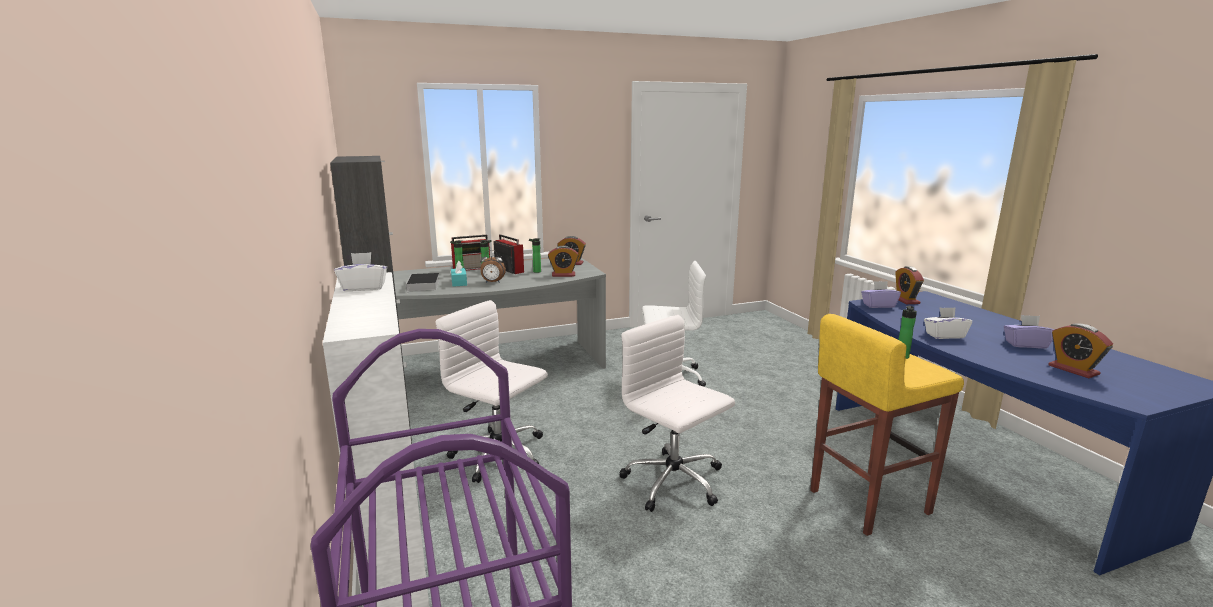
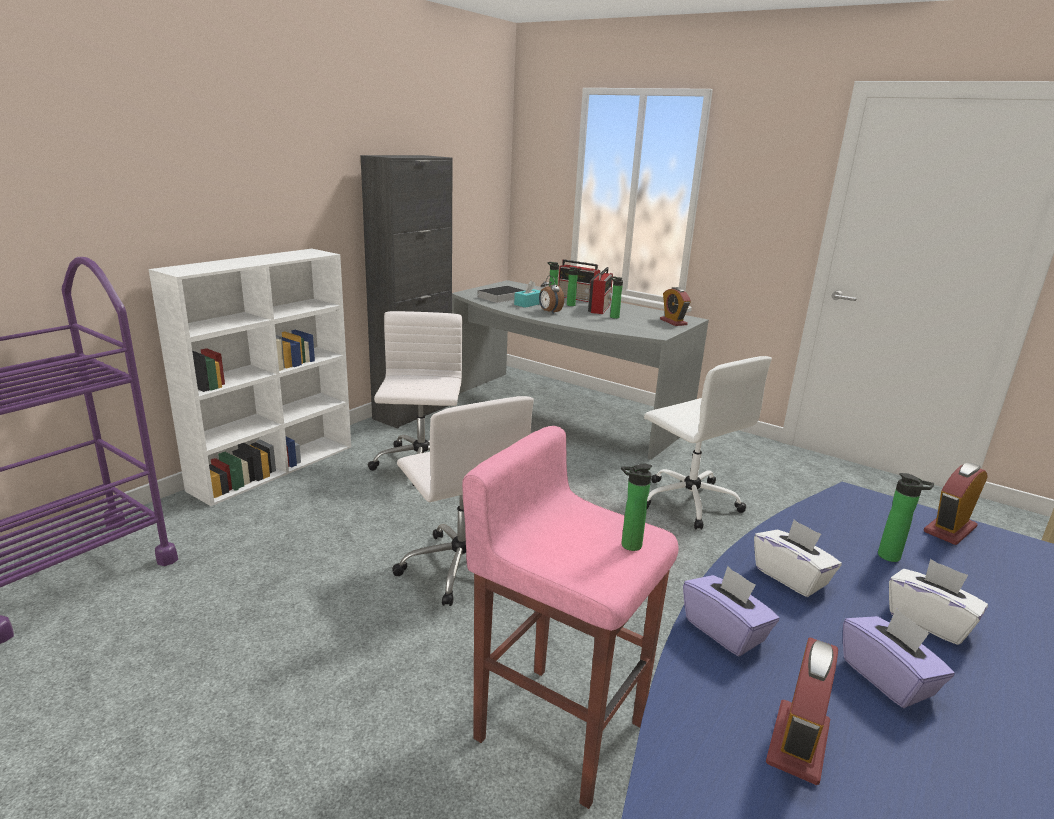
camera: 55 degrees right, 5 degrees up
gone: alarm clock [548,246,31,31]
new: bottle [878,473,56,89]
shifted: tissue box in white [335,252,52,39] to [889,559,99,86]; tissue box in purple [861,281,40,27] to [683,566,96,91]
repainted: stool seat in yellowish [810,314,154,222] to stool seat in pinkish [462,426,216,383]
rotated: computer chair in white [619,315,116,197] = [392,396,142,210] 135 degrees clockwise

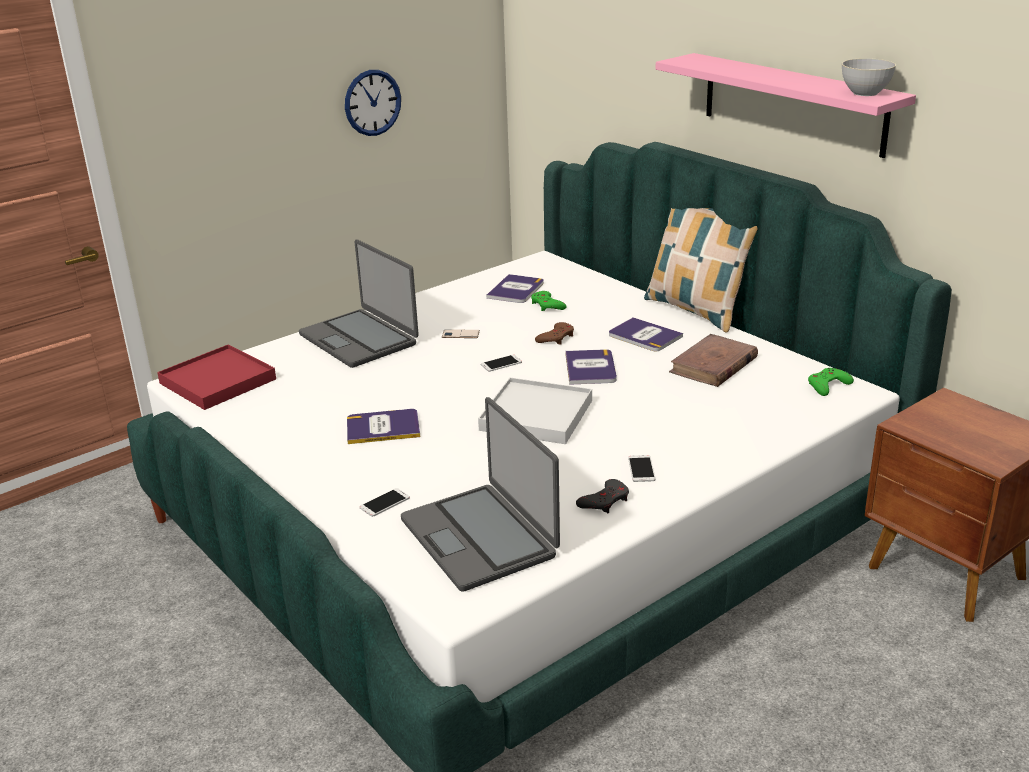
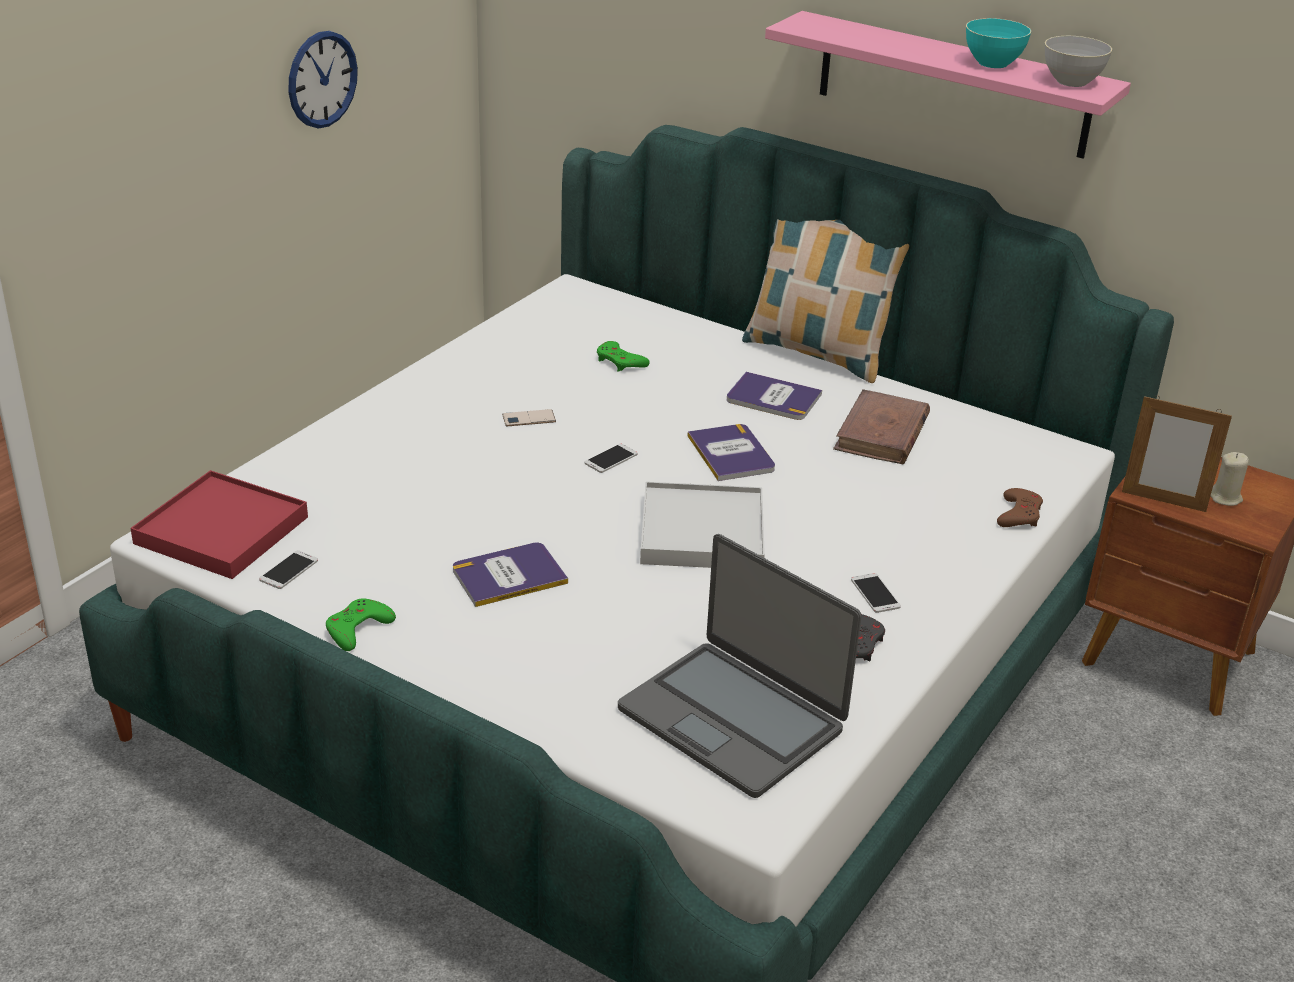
camera: 20 degrees left, 5 degrees up
gone: notebook computer [299,239,120,129]; book [486,274,58,29]
new: bowl in turquoise-coloured [966,18,65,50]; standing frame [1122,395,110,117]; candle in sand-coloured [1210,452,39,54]
shifted: gamepad in brownish [535,322,39,23] to [997,488,46,39]; gamepad in green [808,368,46,28] to [326,598,70,53]; phone [359,488,51,29] to [259,550,59,39]

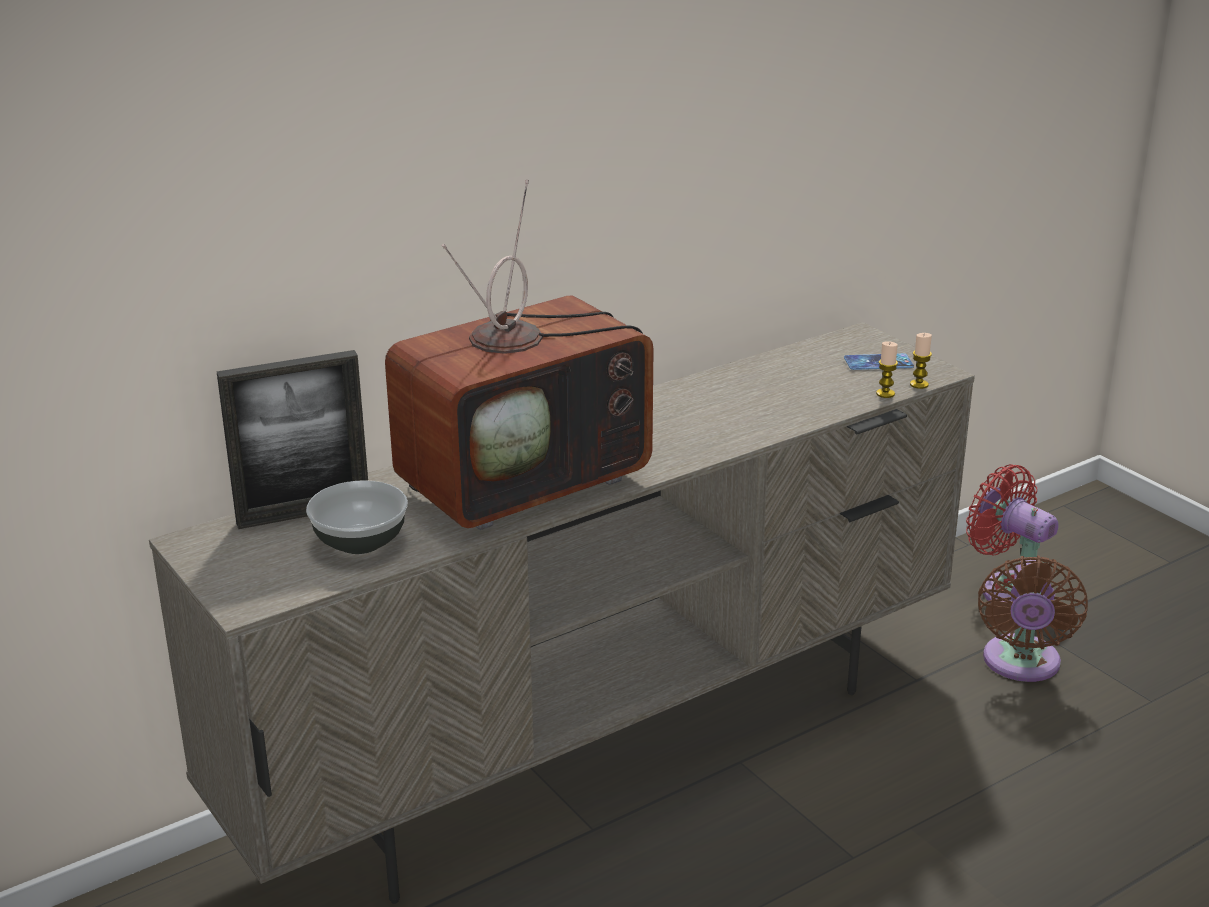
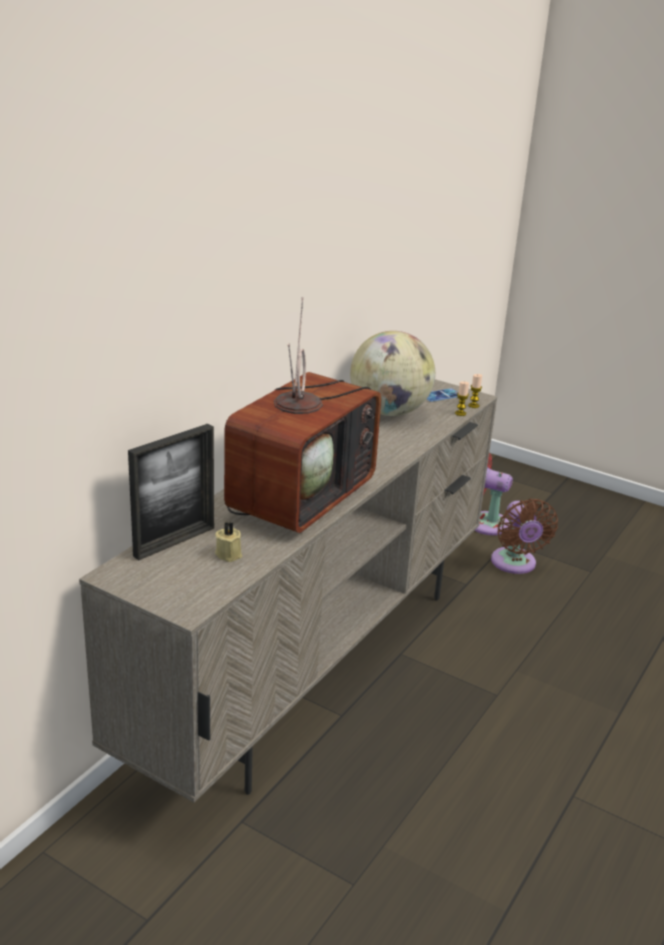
camera: 25 degrees left, 0 degrees up
new: world globe [350,331,85,85]
swapped: bowl [306,480,102,74] to candle in sand-coloured [215,522,27,40]

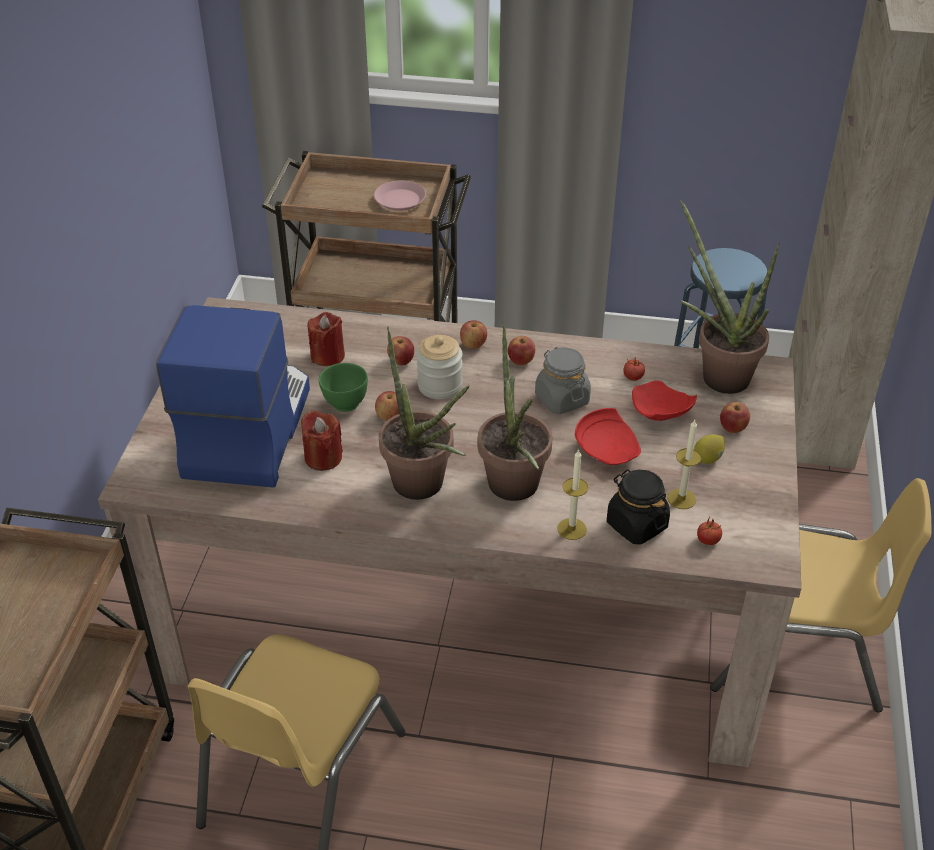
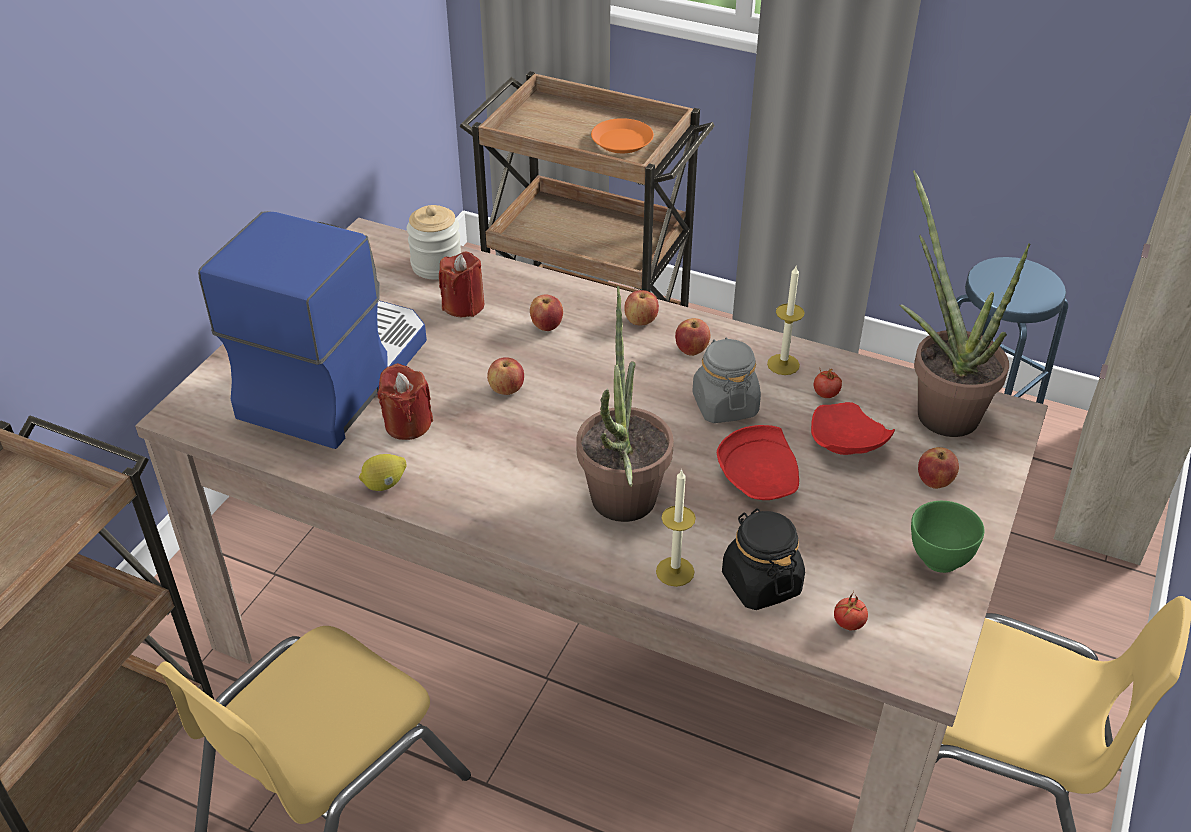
camera: 15 degrees right, 0 degrees up
gone: potted plant [379,326,91,174]
shifted: preserve jar [416,335,47,64] to [407,205,54,75]; bowl in green [319,363,49,49] to [911,501,73,72]; candle [667,420,34,89] to [767,266,38,109]; citrus fruit [694,434,31,30] to [359,454,48,37]
repainted: dinner plate in pinkish [374,181,52,30] to dinner plate in orangey [591,118,63,35]

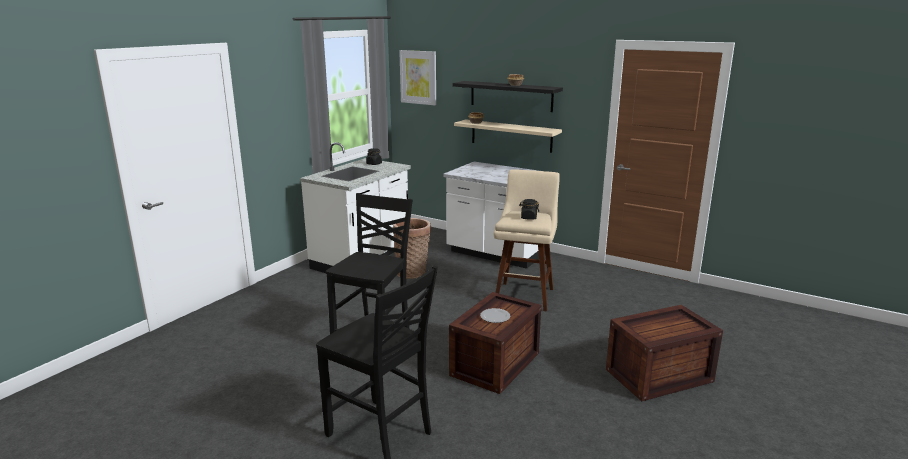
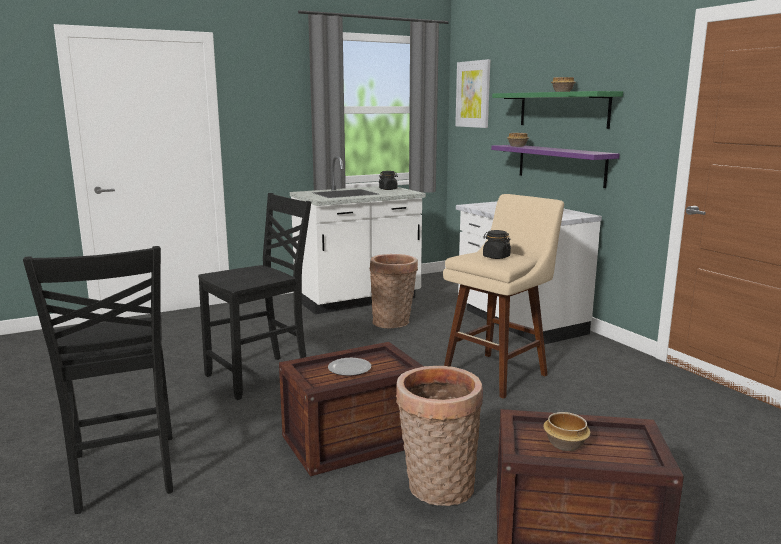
camera: 30 degrees right, 5 degrees down
new: storage basket [396,366,87,140]; bowl [543,412,48,39]
repainted: wall shelf in black [453,81,110,31] to wall shelf in green [492,91,131,38]; wall shelf in sand-coloured [454,119,108,34] to wall shelf in purple [491,145,129,43]

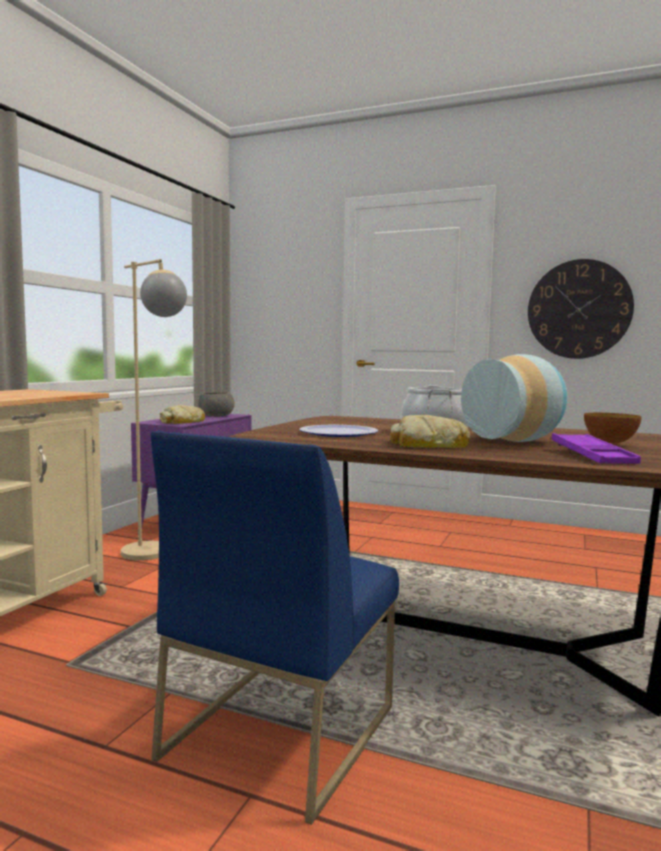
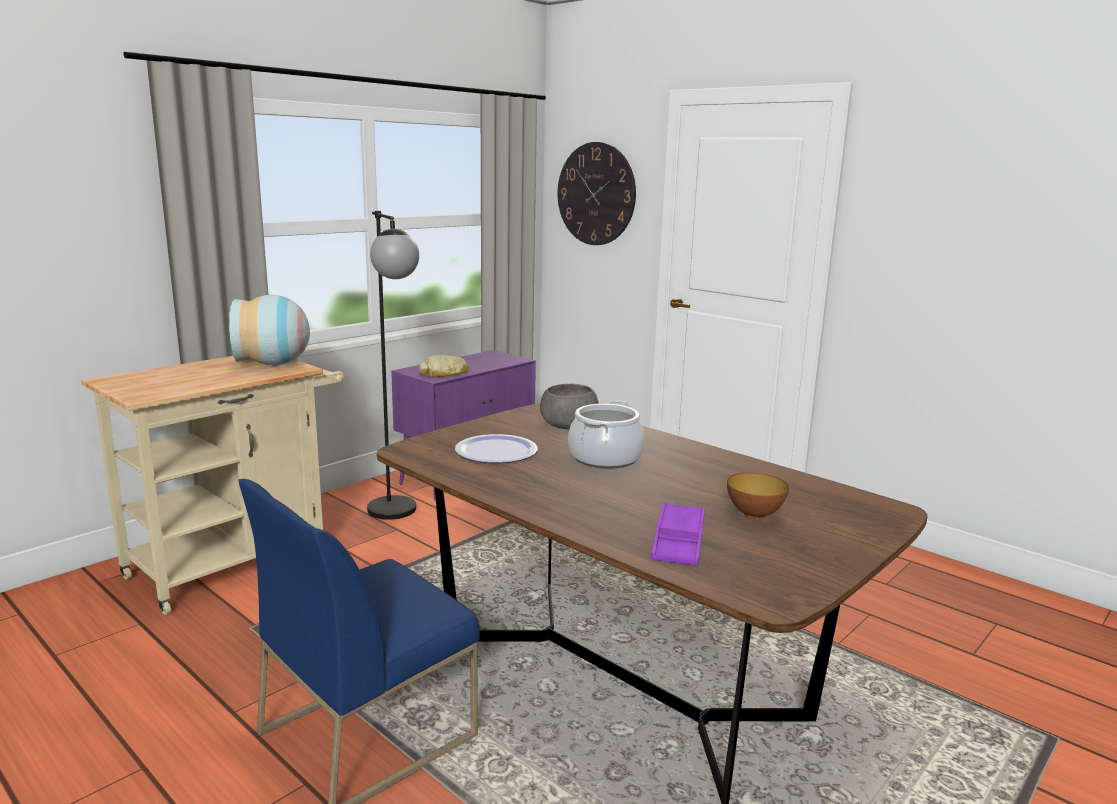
camera: 20 degrees right, 10 degrees up
gone: baked bread [390,414,80,34]
shifted: clock on the wall [528,259,106,100] to [558,142,78,103]; vase [461,354,106,88] to [229,295,81,70]; bowl in greyish [198,392,37,24] to [540,384,59,45]
repainted: floor lamp in sand-coloured [121,259,66,302] to floor lamp in black [367,211,52,309]

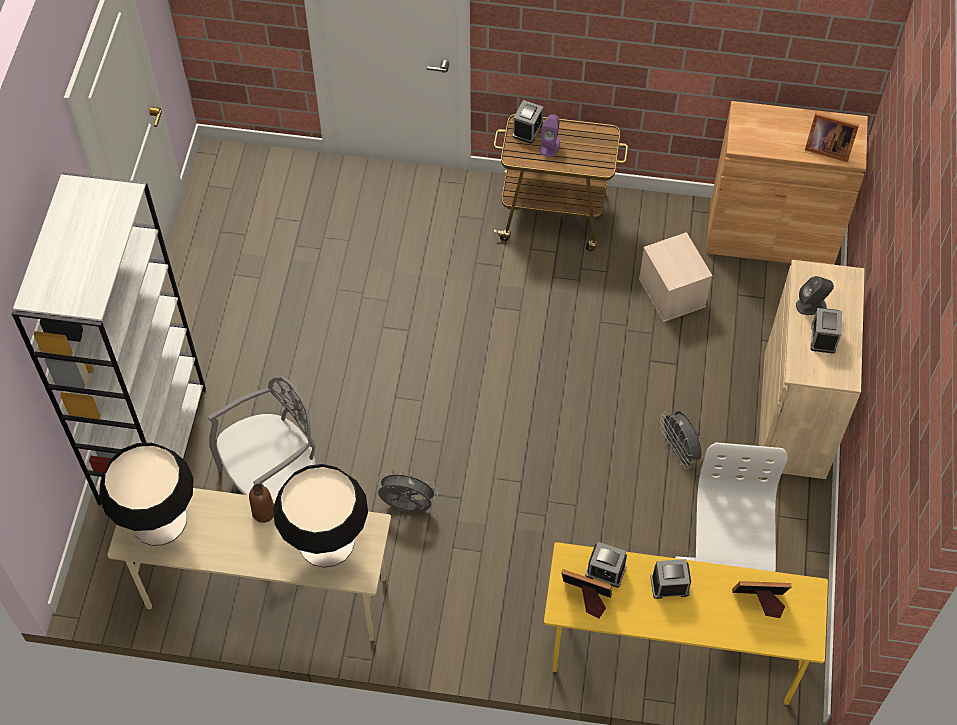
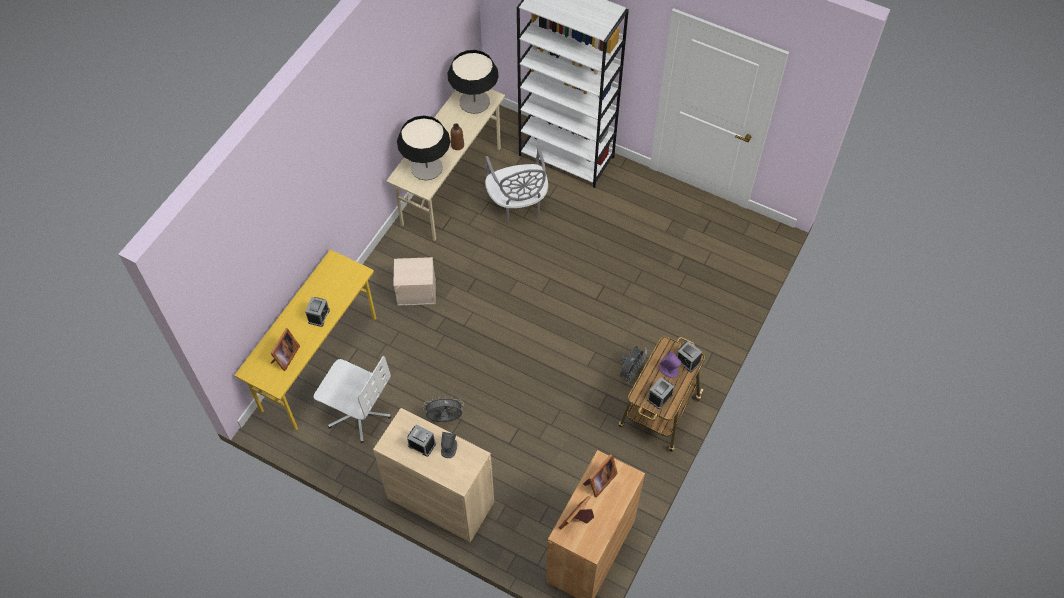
camera: 110 degrees right, 0 degrees up
shifted: storage bin in sand-coloured [639,232,73,90] to [393,257,42,49]; electric fan in greyish [377,470,61,42] to [620,346,27,38]; alarm clock [585,542,42,45] to [647,377,27,32]; standing frame [562,569,50,49] to [583,454,35,44]

